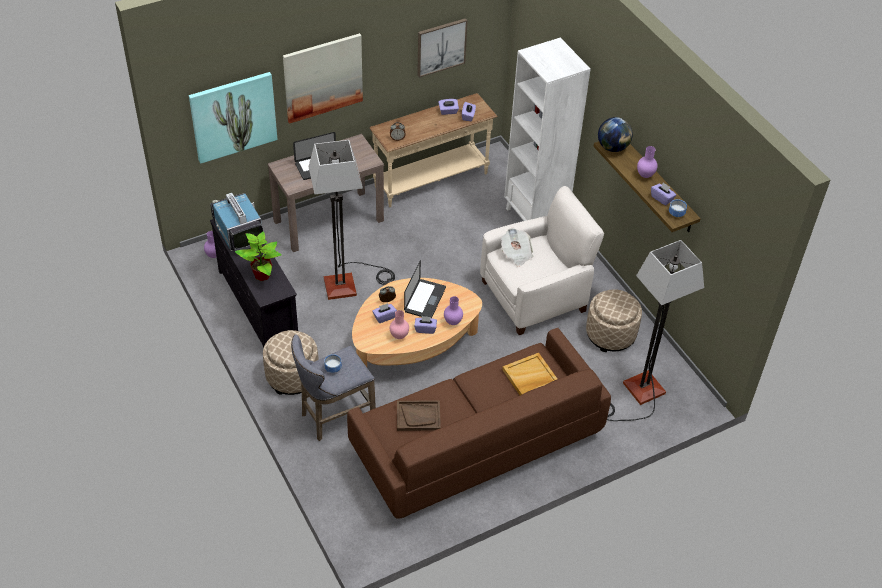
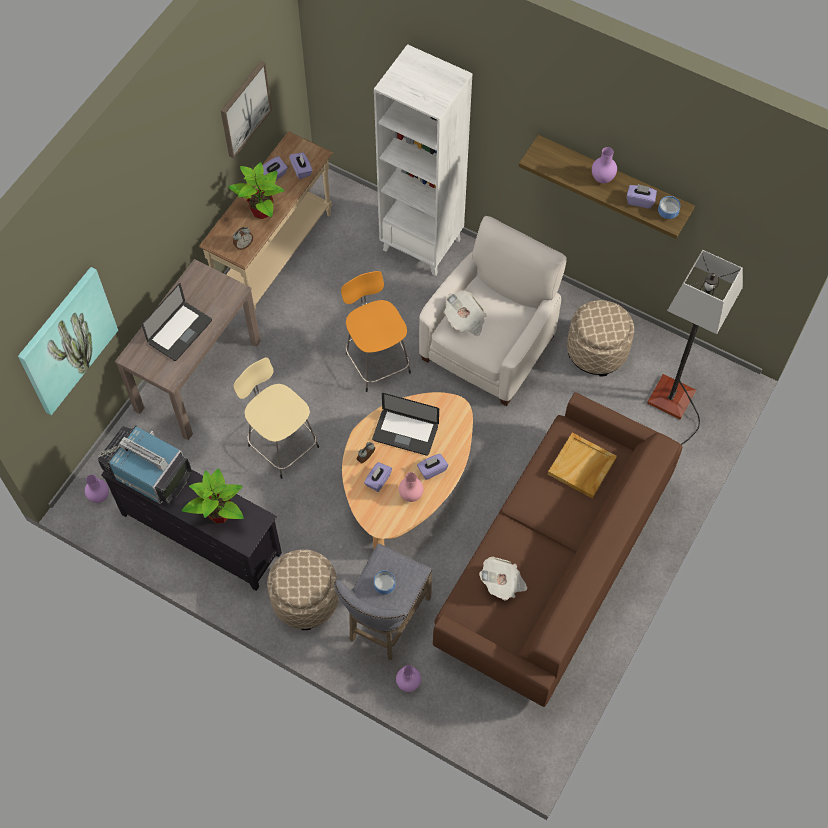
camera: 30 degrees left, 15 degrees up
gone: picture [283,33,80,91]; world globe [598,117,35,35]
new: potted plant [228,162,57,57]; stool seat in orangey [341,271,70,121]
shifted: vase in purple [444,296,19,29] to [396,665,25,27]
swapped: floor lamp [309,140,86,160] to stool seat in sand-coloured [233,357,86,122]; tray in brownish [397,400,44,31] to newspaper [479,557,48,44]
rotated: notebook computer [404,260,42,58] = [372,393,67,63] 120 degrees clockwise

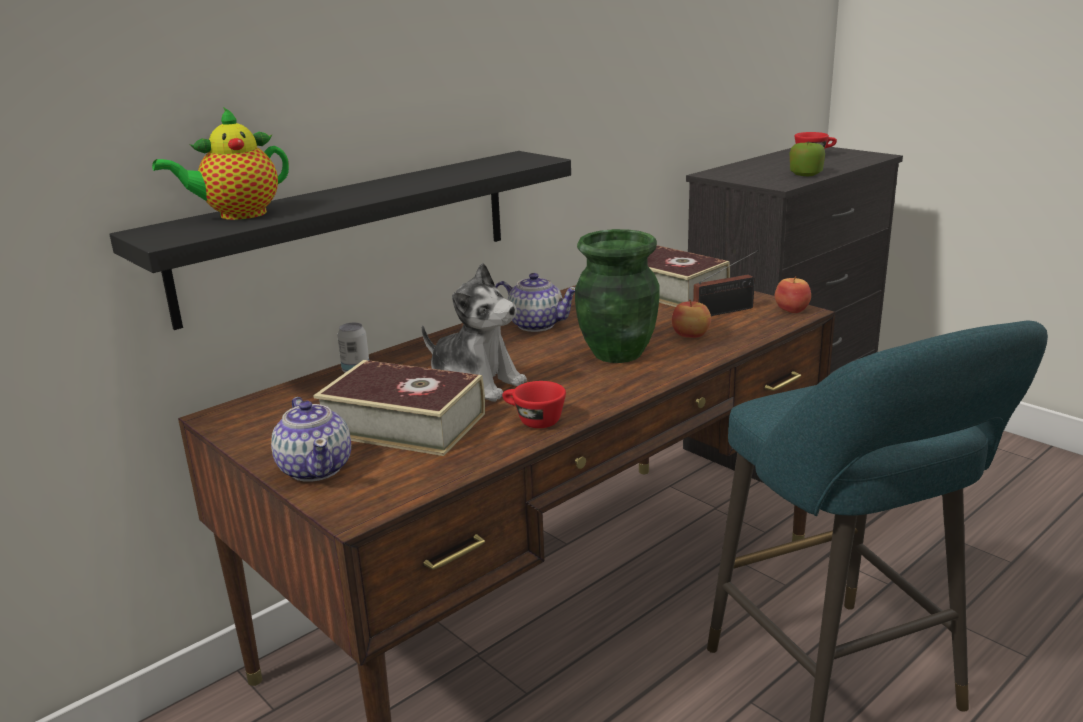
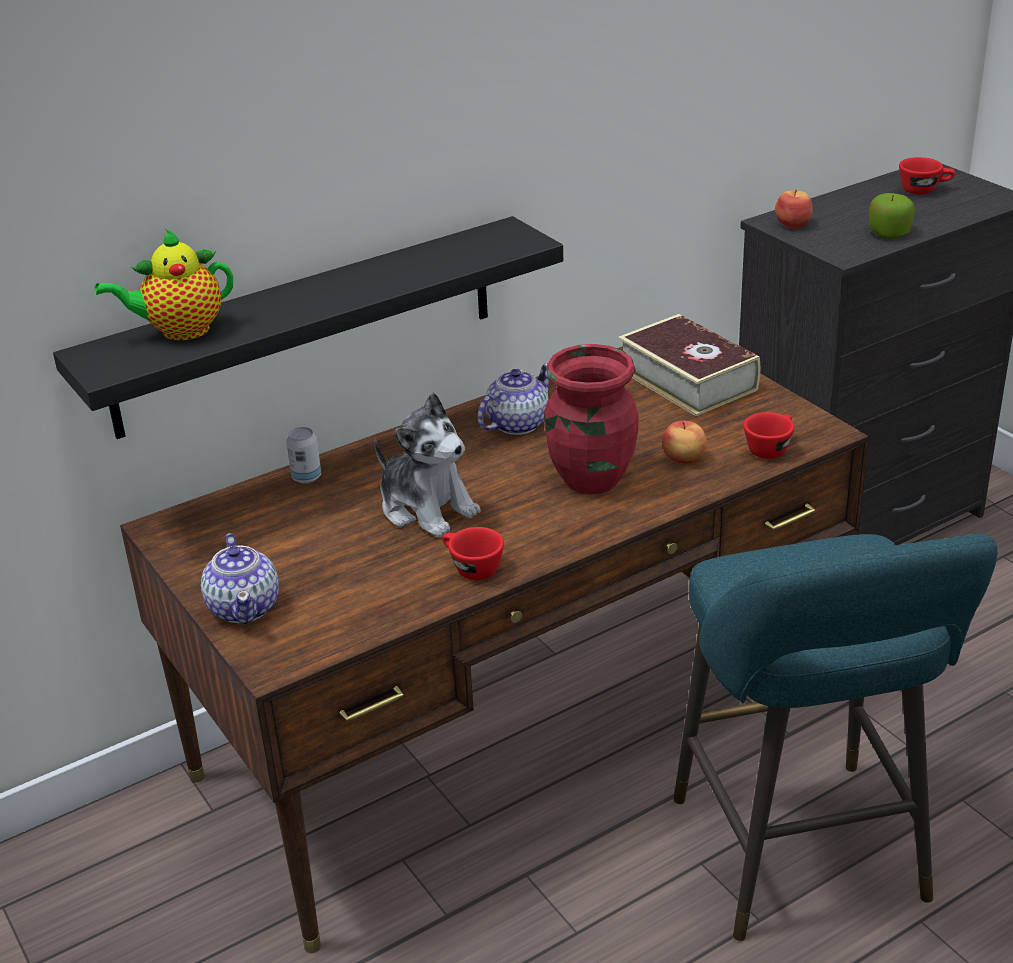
camera: 10 degrees right, 10 degrees up
gone: radio [693,250,66,66]; book [313,360,172,96]
new: small cup in reddish [744,412,50,47]
shifted: whole apple [775,276,36,37] to [775,189,38,40]
repainted: vase in green [575,229,85,134] to vase in reddish [544,344,95,150]
rotated: teapot [495,273,80,59] = [478,363,71,72] 75 degrees counterclockwise

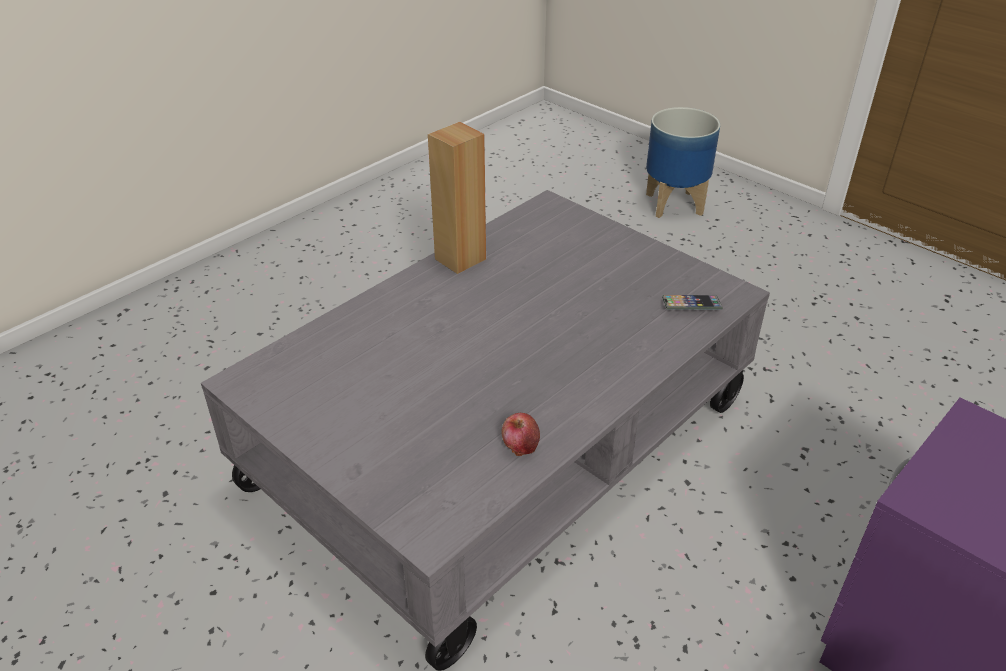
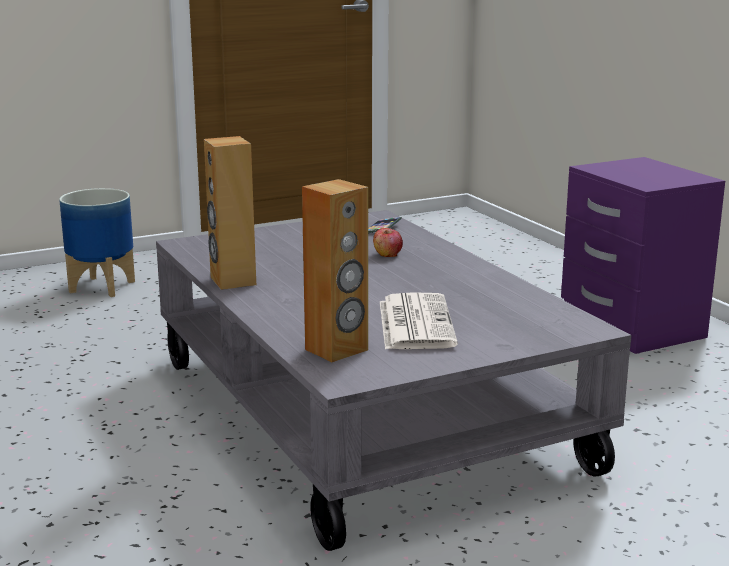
camera: 70 degrees left, 20 degrees down
new: speaker in brownish [302,179,66,183]; newspaper [380,292,78,57]
shifted: whole apple [501,413,39,43] to [373,228,30,29]

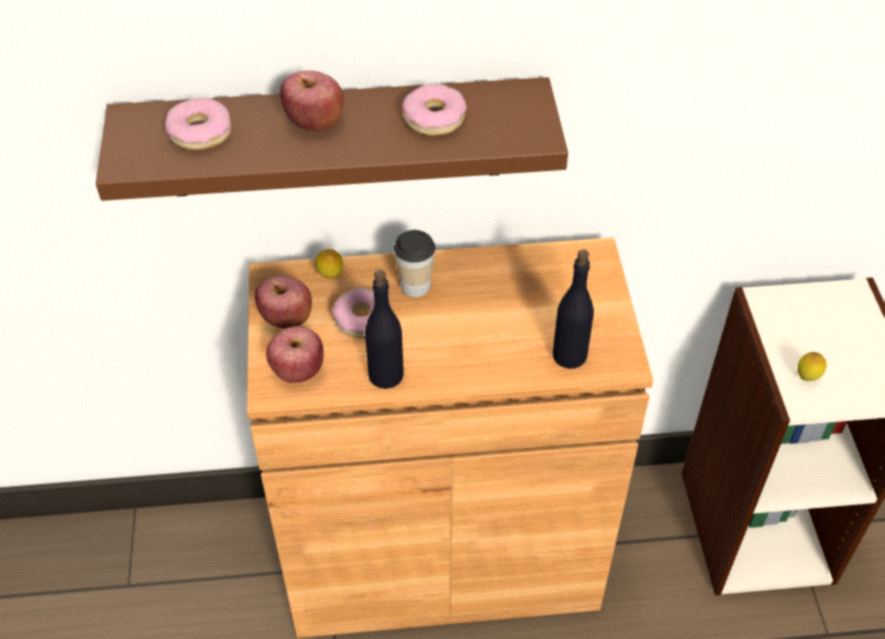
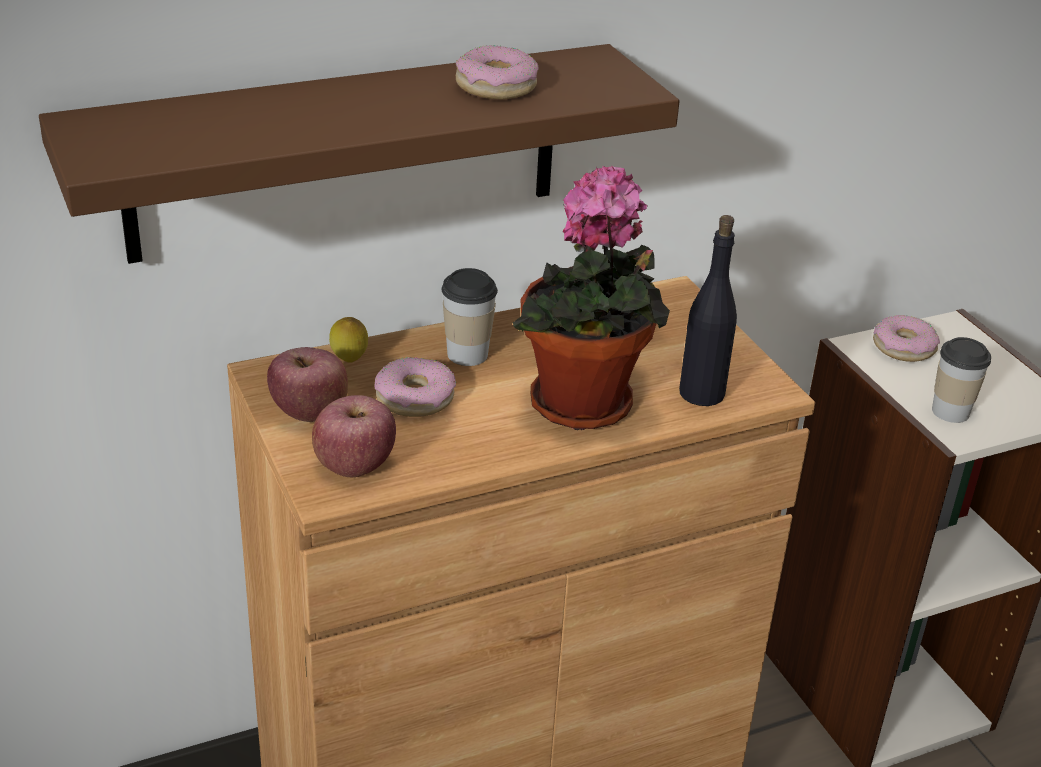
camera: 20 degrees left, 15 degrees down
gone: whole apple [280,70,64,62]; bottle in black [365,269,39,120]
new: potted plant [513,165,157,265]
shifted: doughnut [165,97,66,53] to [873,315,67,47]
swapped: citrus fruit [797,352,29,29] to small cup [932,337,59,86]

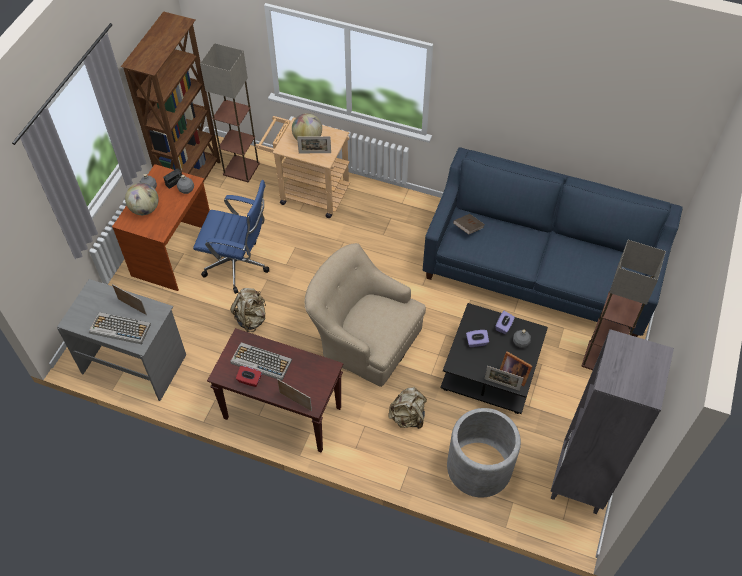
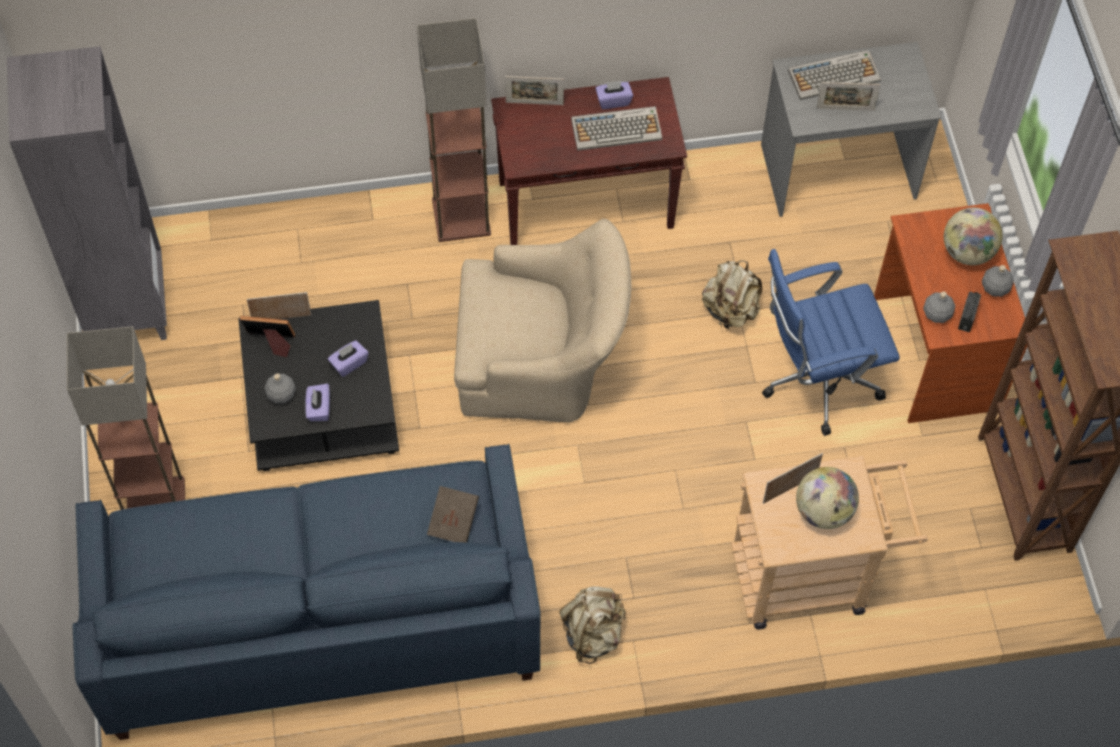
camera: 150 degrees right, 5 degrees up
gone: flower pot in greyish [447,408,74,90]
shifted: floor lamp [200,43,60,139] to [417,18,74,224]; rucksack in sand-coloured [388,387,39,42] to [559,586,67,78]
repainted: tissue box in reddish [236,366,26,21] to tissue box in purple [595,81,38,28]

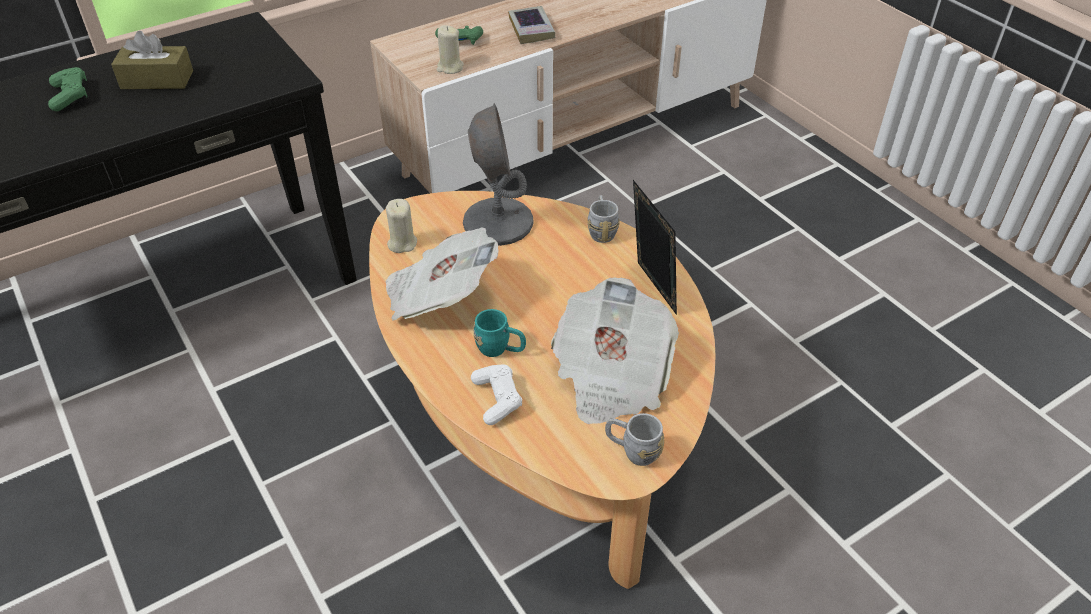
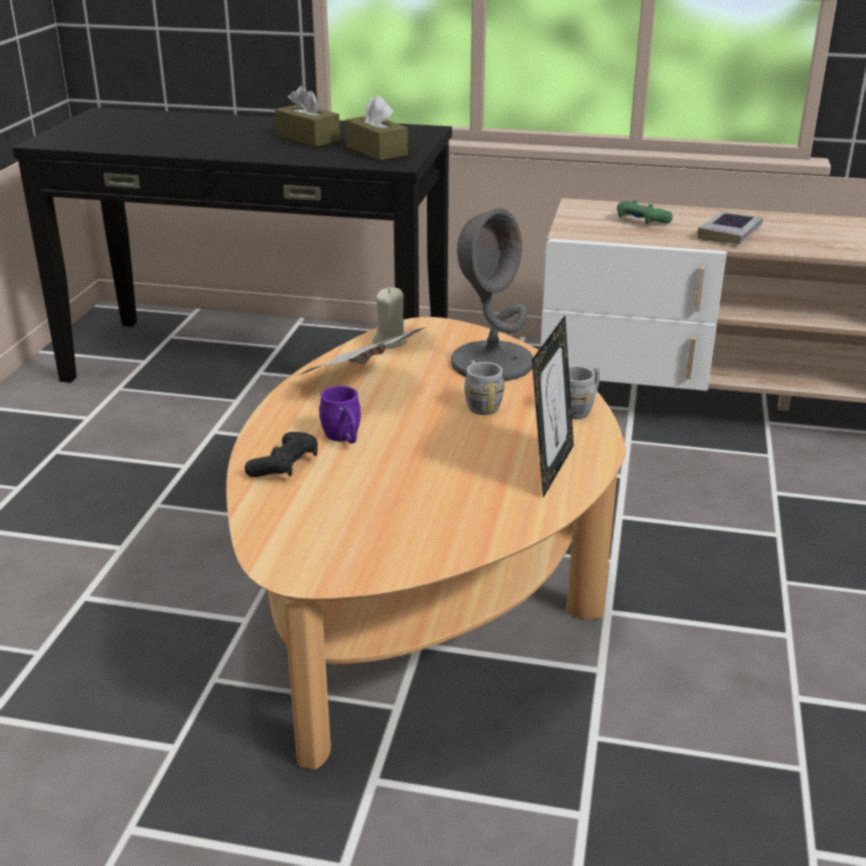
camera: 45 degrees right, 15 degrees down
gone: candle in sand-coloured [437,25,27,49]; gamepad in green [48,67,39,44]; newspaper [551,277,128,147]
new: tissue box in brownish [345,95,63,66]
shifted: tea mug in greyish [605,413,59,53] to [464,360,40,55]
repainted: tea mug in turquoise-coloured [473,309,53,48] to tea mug in purple [319,386,42,58]; gamepad in white [471,364,51,61] to gamepad in black [244,432,74,45]

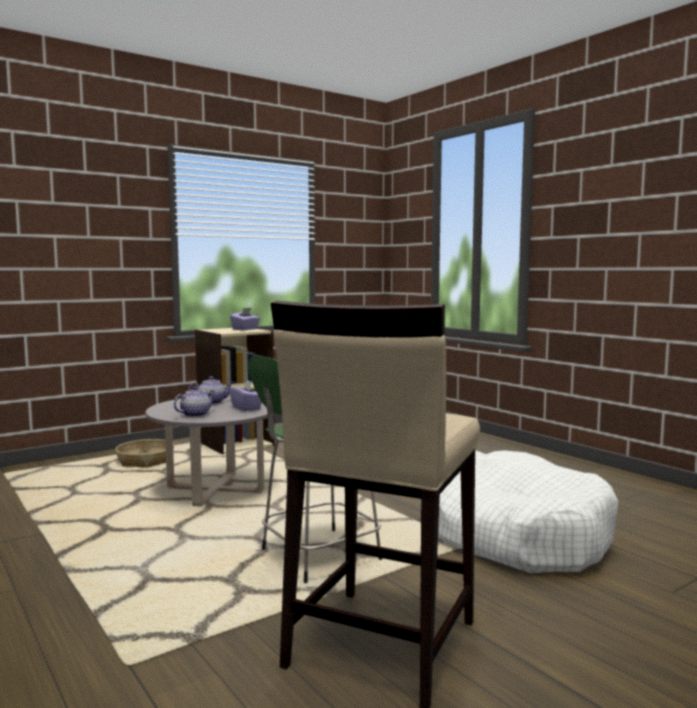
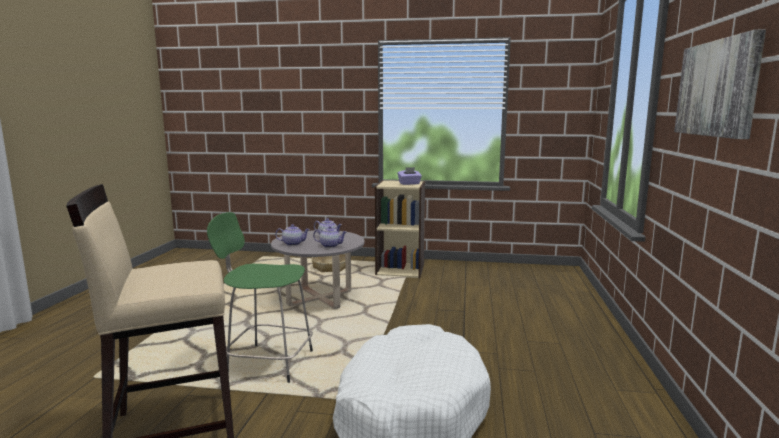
camera: 45 degrees right, 5 degrees up
new: picture [674,29,92,110]
swapped: tissue box in purple [229,380,33,31] to teapot [313,226,34,22]

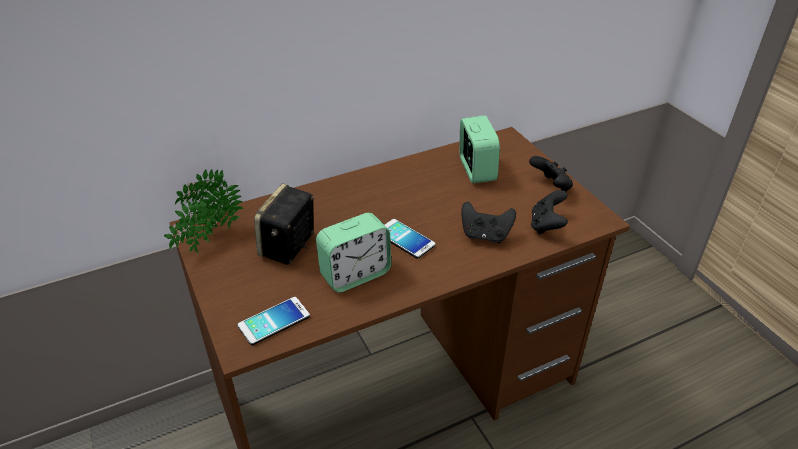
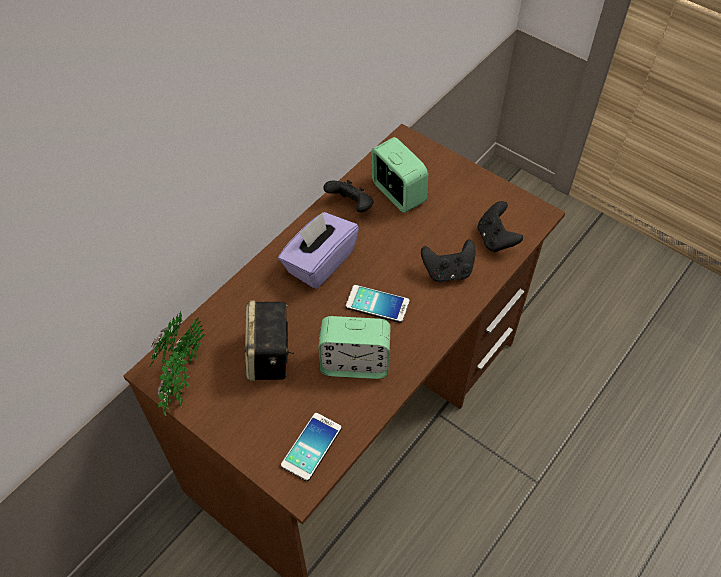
camera: 25 degrees left, 15 degrees up
new: tissue box in purple [278,212,81,77]
shifted: gamepad in black [529,156,44,36] to [323,180,50,32]
rotated: alarm clock [316,213,75,80] = [318,316,73,63] 60 degrees clockwise

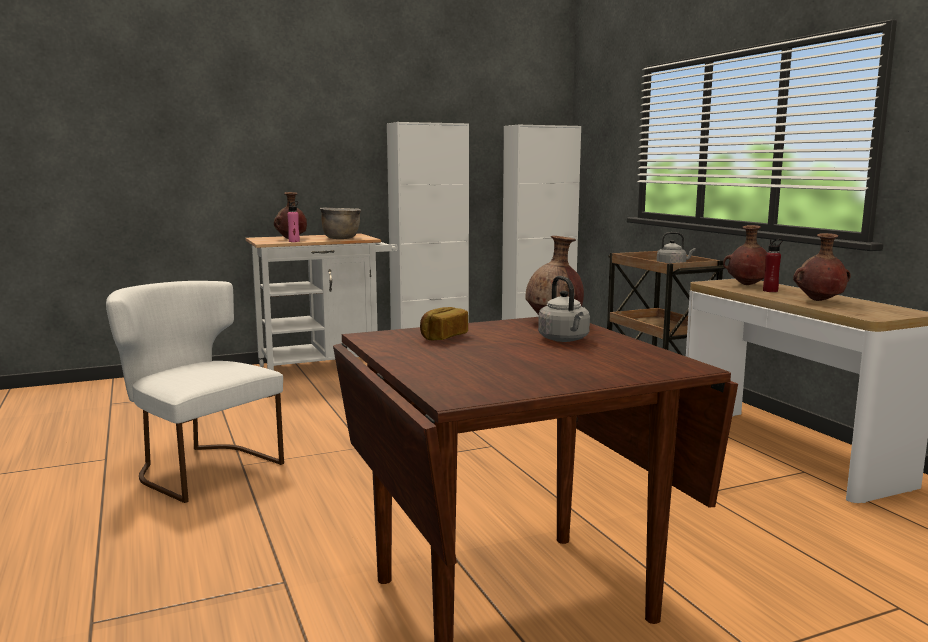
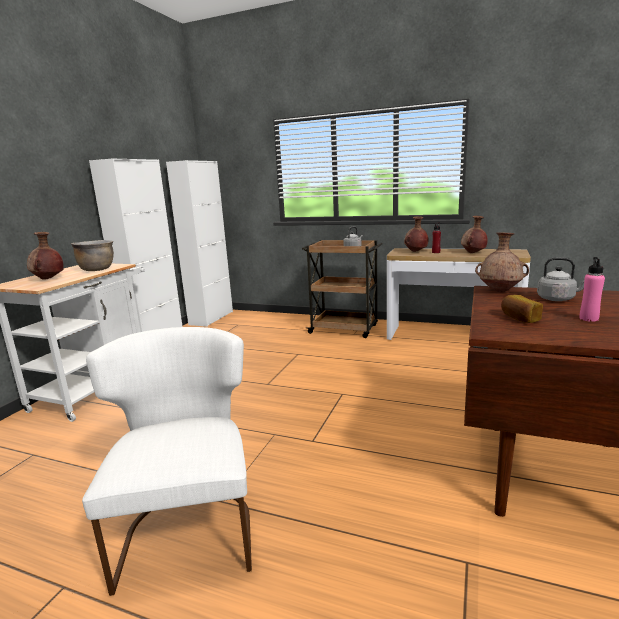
camera: 45 degrees left, 5 degrees up
shifted: bottle in pinkish [287,201,13,41] to [579,257,26,65]
rotated: upright chair in white [106,281,178,222] = [82,327,170,269] 90 degrees clockwise

